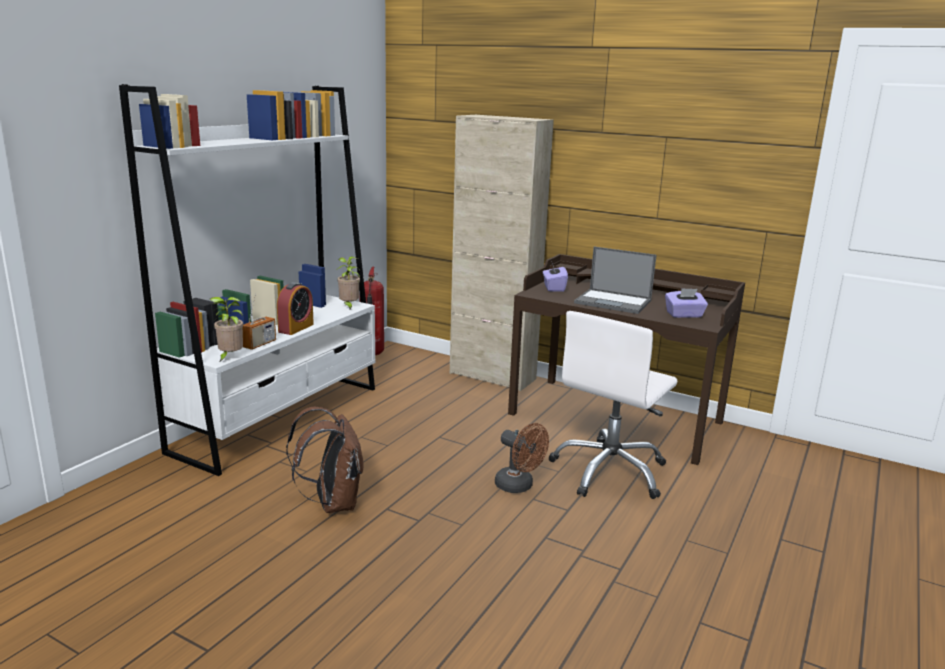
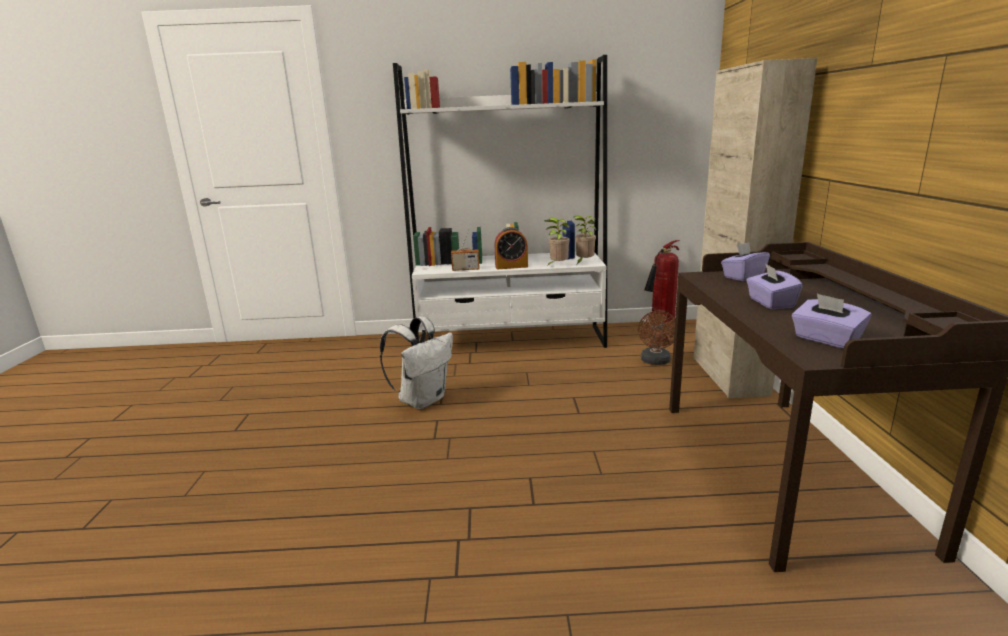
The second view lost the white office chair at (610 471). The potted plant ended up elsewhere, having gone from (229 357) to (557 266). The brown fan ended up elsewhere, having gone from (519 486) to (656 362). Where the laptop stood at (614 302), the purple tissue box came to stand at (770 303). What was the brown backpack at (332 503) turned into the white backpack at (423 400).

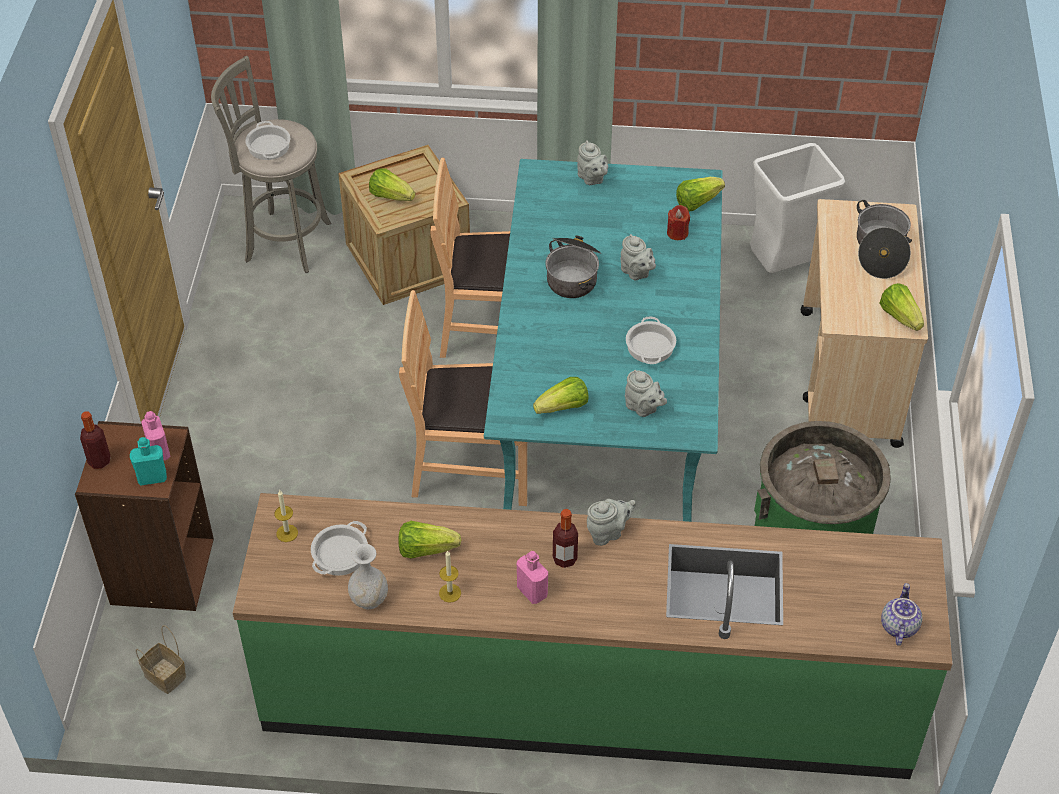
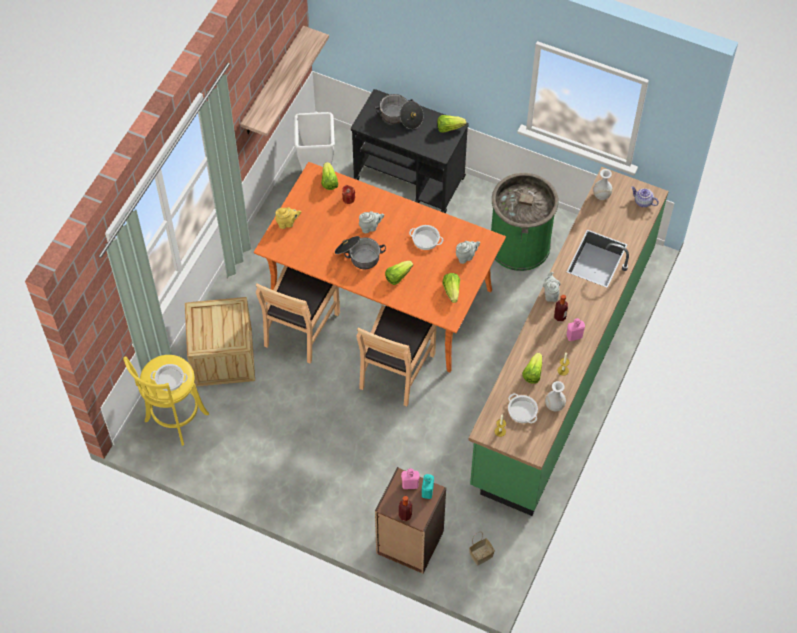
The second view gained the shelf at (273 83). The second view gained the white vase at (601 195). The lettuce ended up elsewhere, having gone from (391 196) to (398 276). What was the grey stool at (283 241) turned into the yellow stool at (174 420). What was the turquoise dining table at (604 404) turned into the orange dining table at (380 295). What was the grey teapot at (591 179) turned into the yellow teapot at (287 223). What was the beige cart at (849 378) turned into the black cart at (410 179).

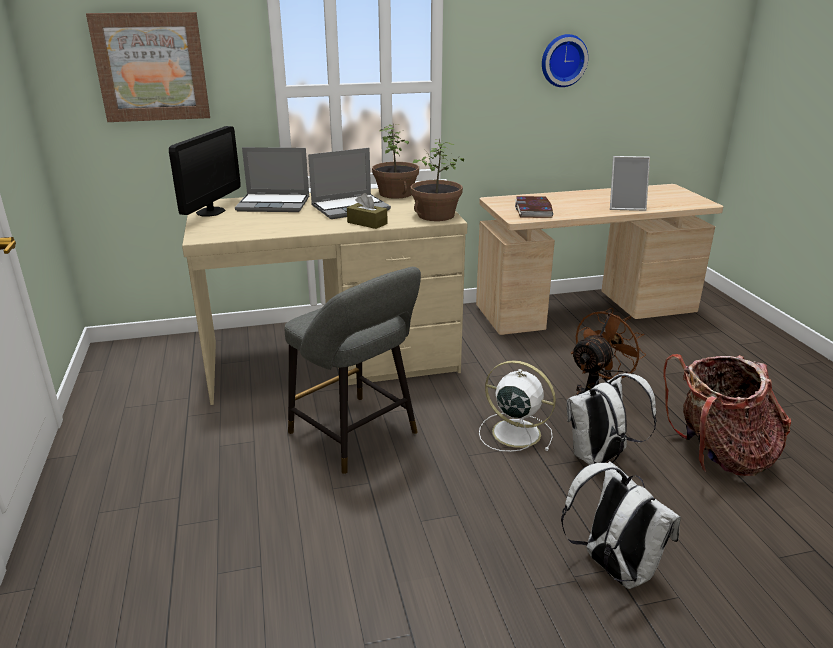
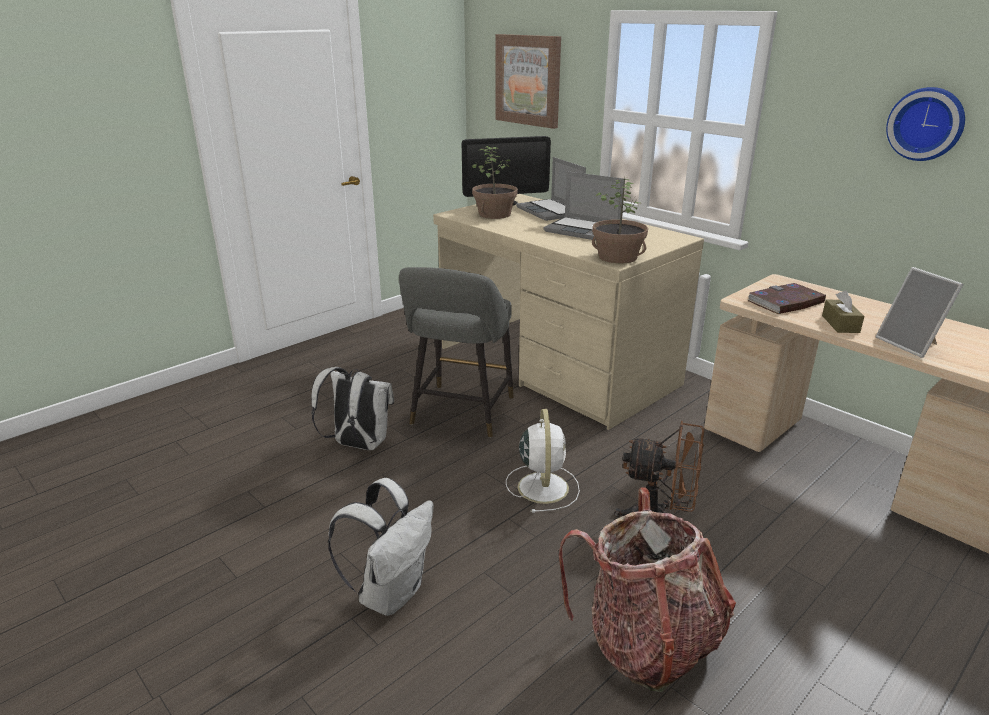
The brown tissue box ended up elsewhere, having gone from (367 223) to (840 324). The potted plant ended up elsewhere, having gone from (396 193) to (495 214). The white backpack ended up elsewhere, having gone from (599 458) to (358 445).

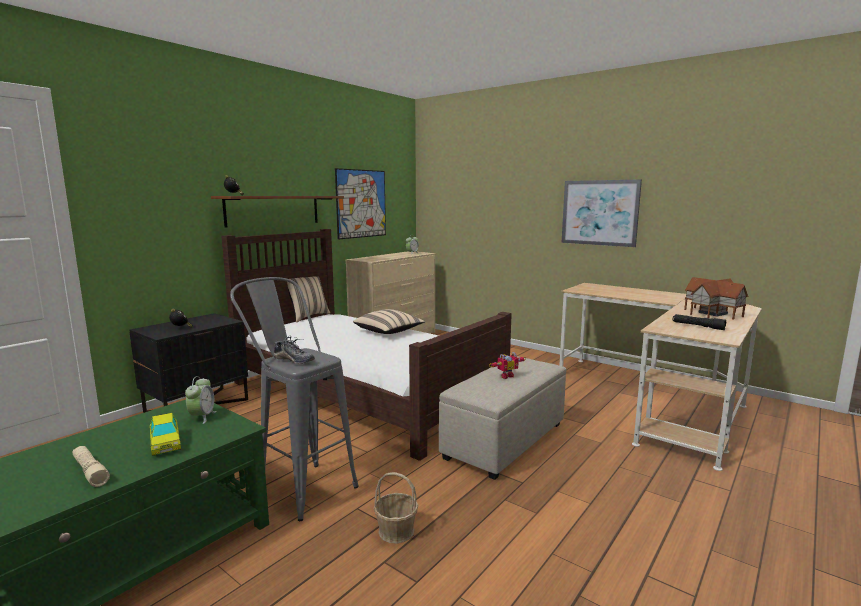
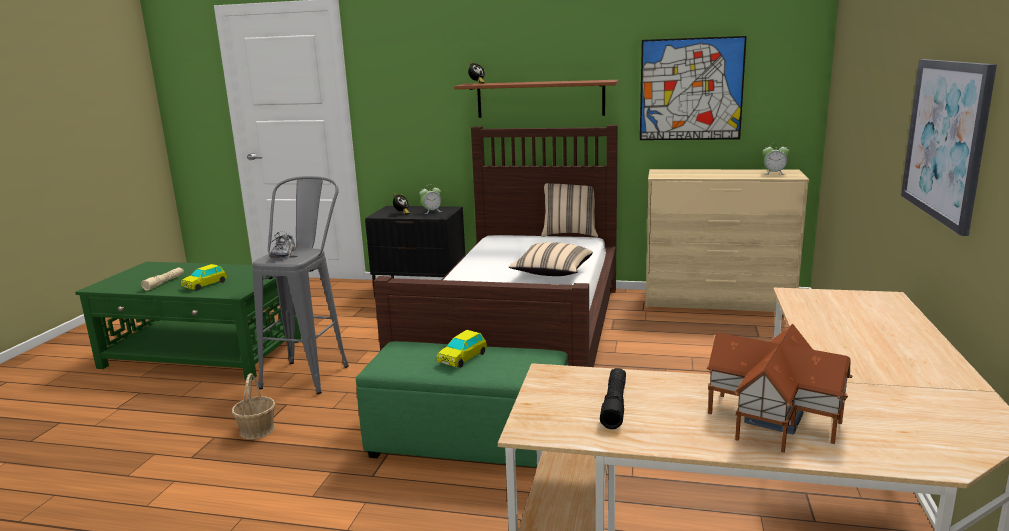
The alarm clock ended up elsewhere, having gone from (202 417) to (431 211). Where the toy robot stood at (505 376), the toy car came to stand at (462 358). What was the beige ottoman at (505 440) turned into the green ottoman at (470 444).

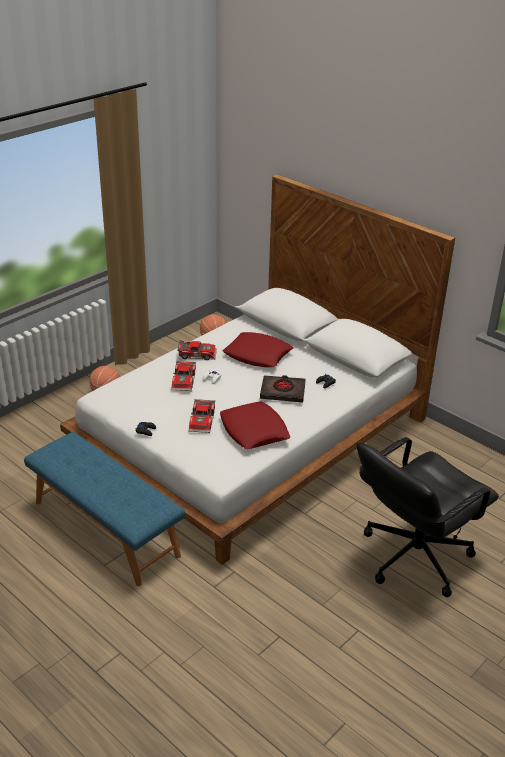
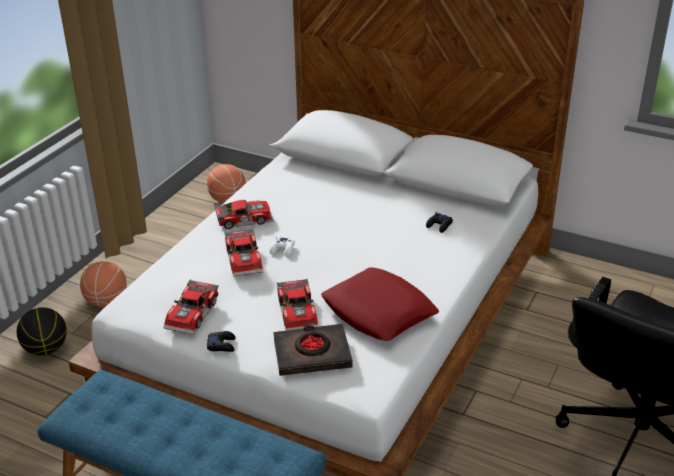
The second view lost the red pillow at (257 355). The second view gained the basketball at (46 349). The second view gained the toy car at (194 314). The black book ended up elsewhere, having gone from (283 392) to (312 354).

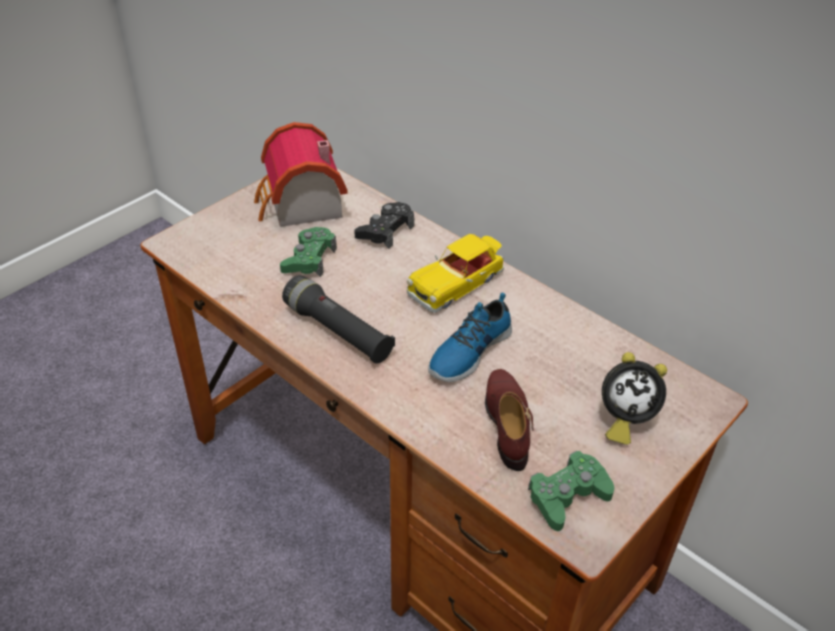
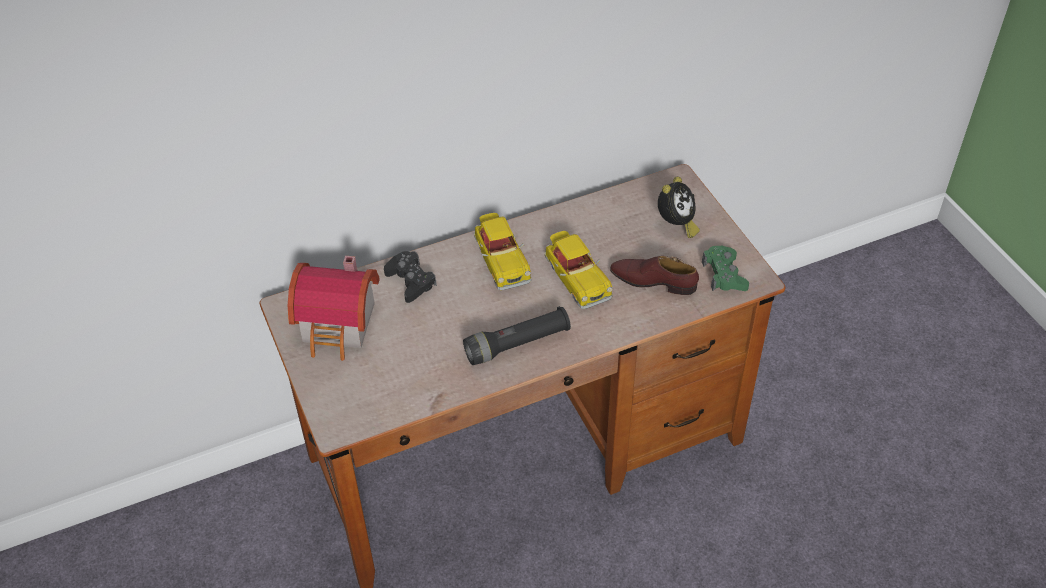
The second view lost the green game controller at (309 259). Where the shoe stood at (468 351), the toy car came to stand at (577 277).

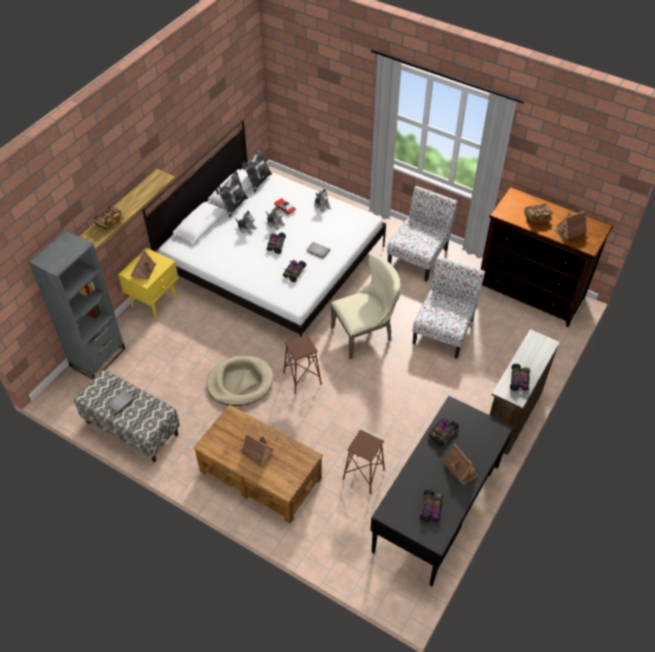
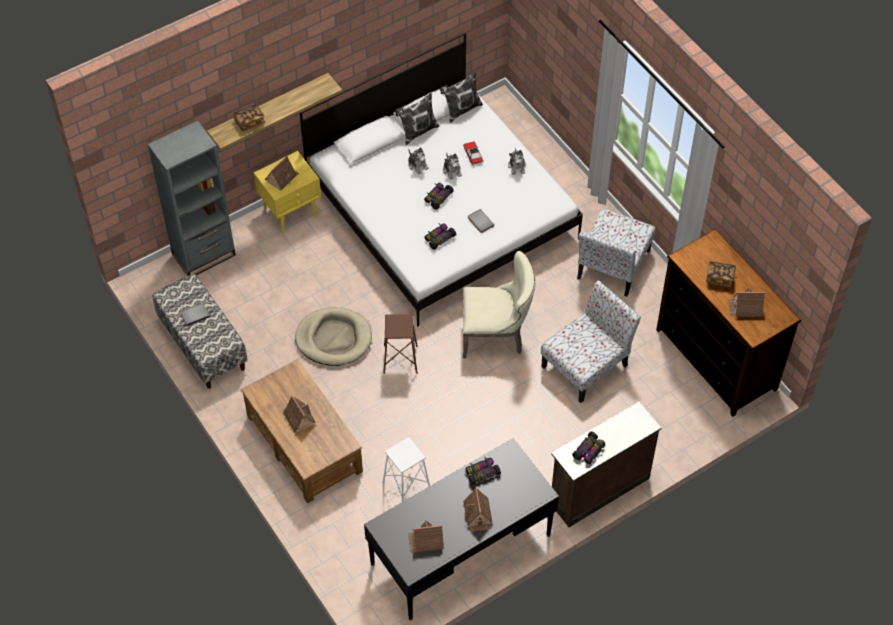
Where the toy car stood at (432 509), the toy house came to stand at (426 540). What was the brown stool at (363 474) turned into the white stool at (407 485). The chair at (418 256) ended up facing another way, 150 degrees clockwise from before.

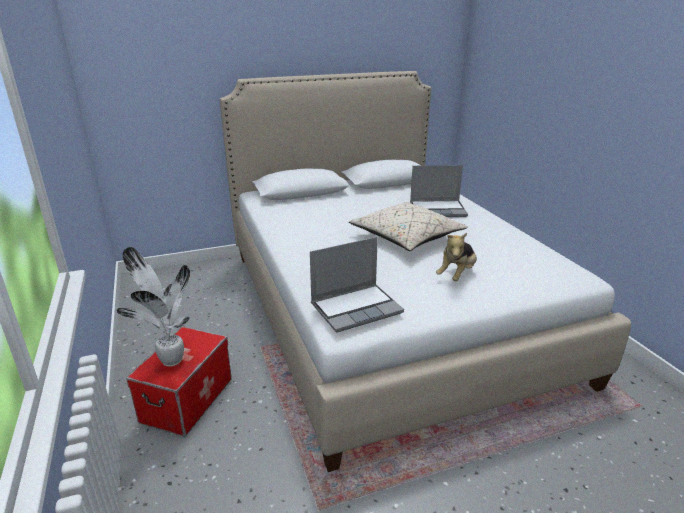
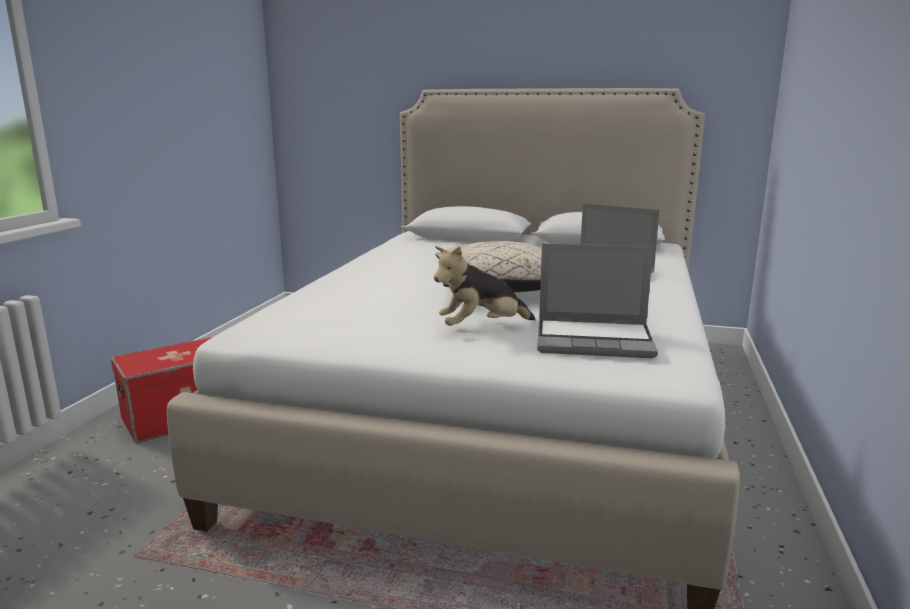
The second view lost the potted plant at (170 359). The laptop ended up elsewhere, having gone from (356 308) to (595 340).

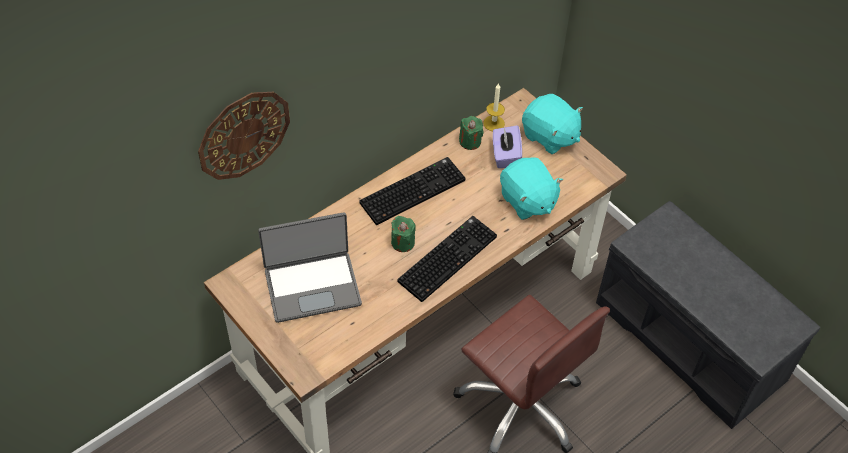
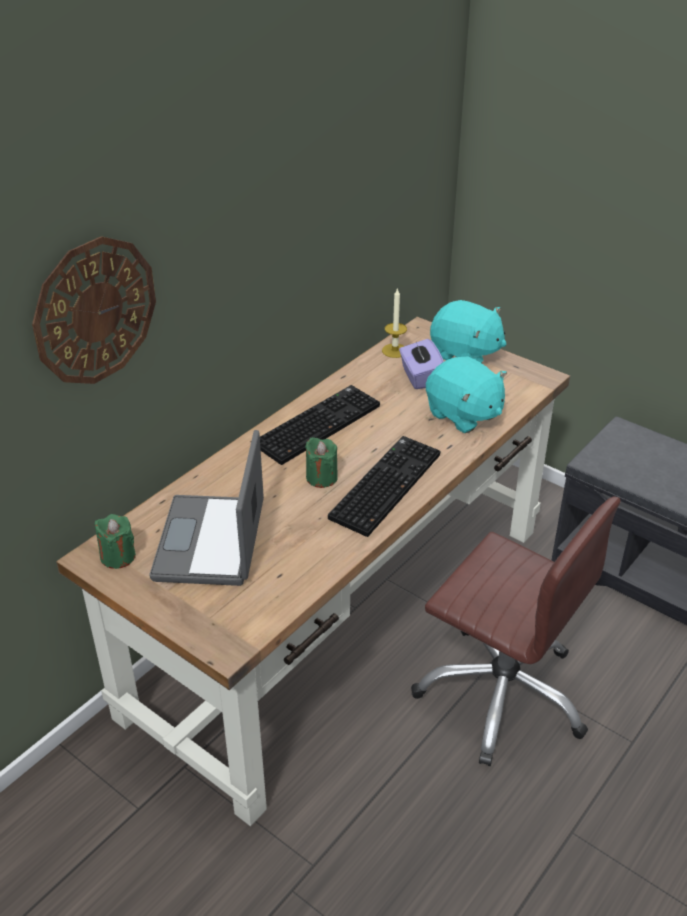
The green candle ended up elsewhere, having gone from (470 141) to (118 556). The laptop at (312 286) ended up facing another way, 120 degrees clockwise from before.

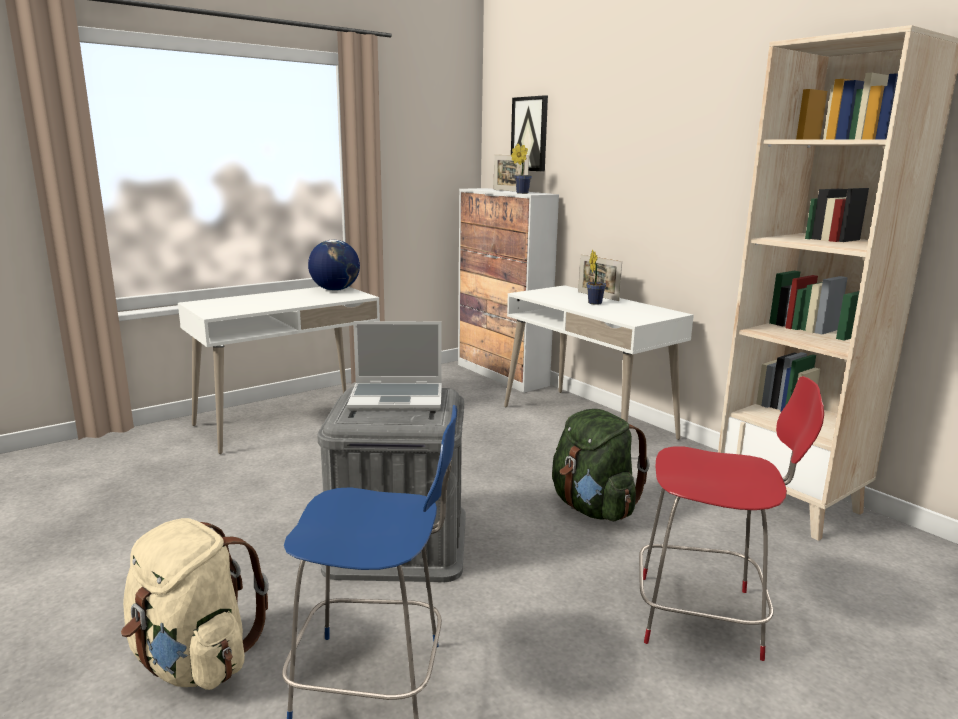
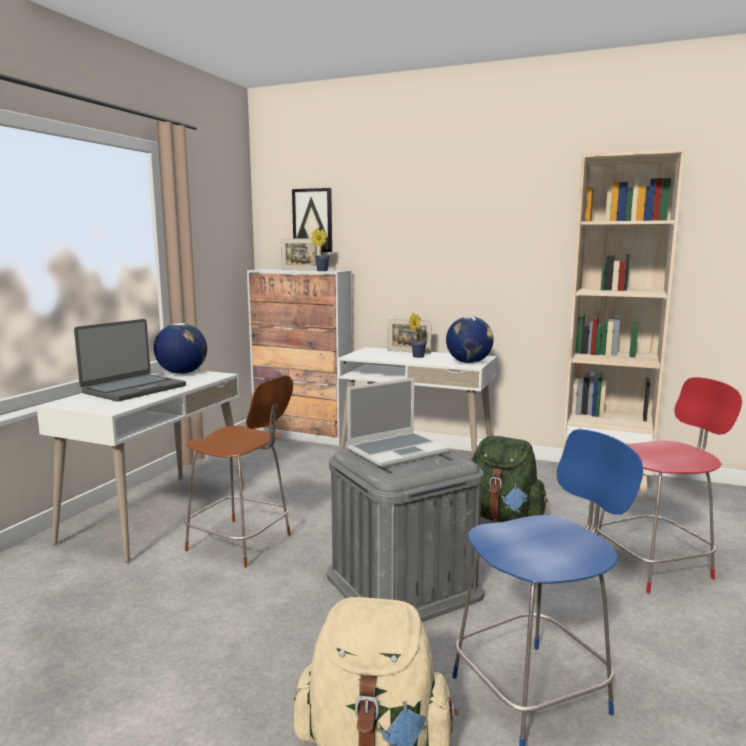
The second view gained the laptop at (134 389). The second view gained the brown chair at (242 543). The second view gained the globe at (469 362).

